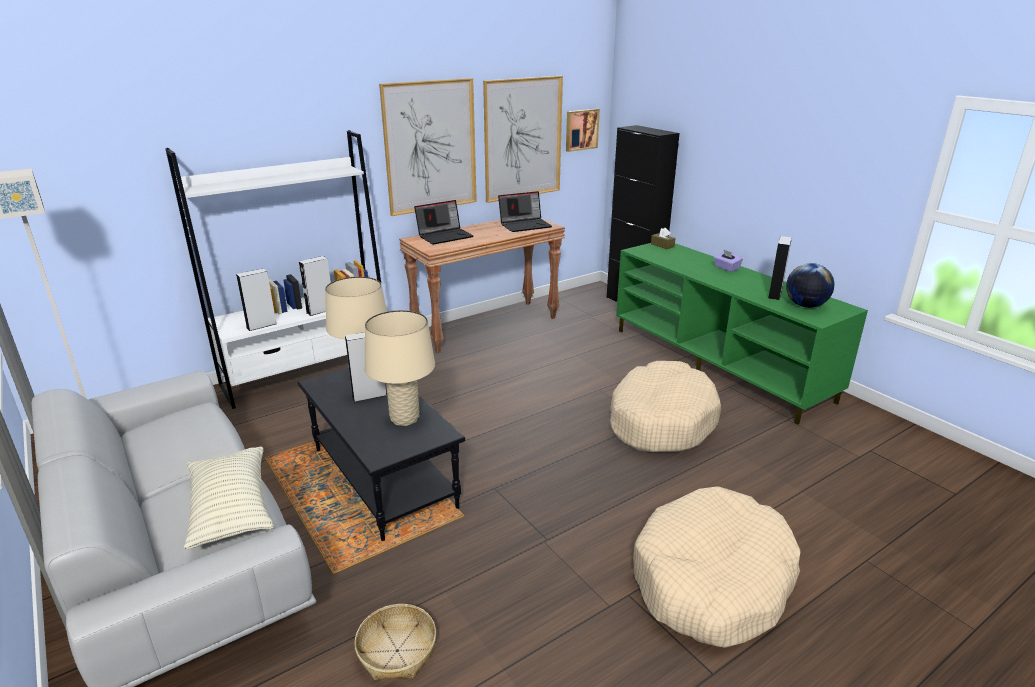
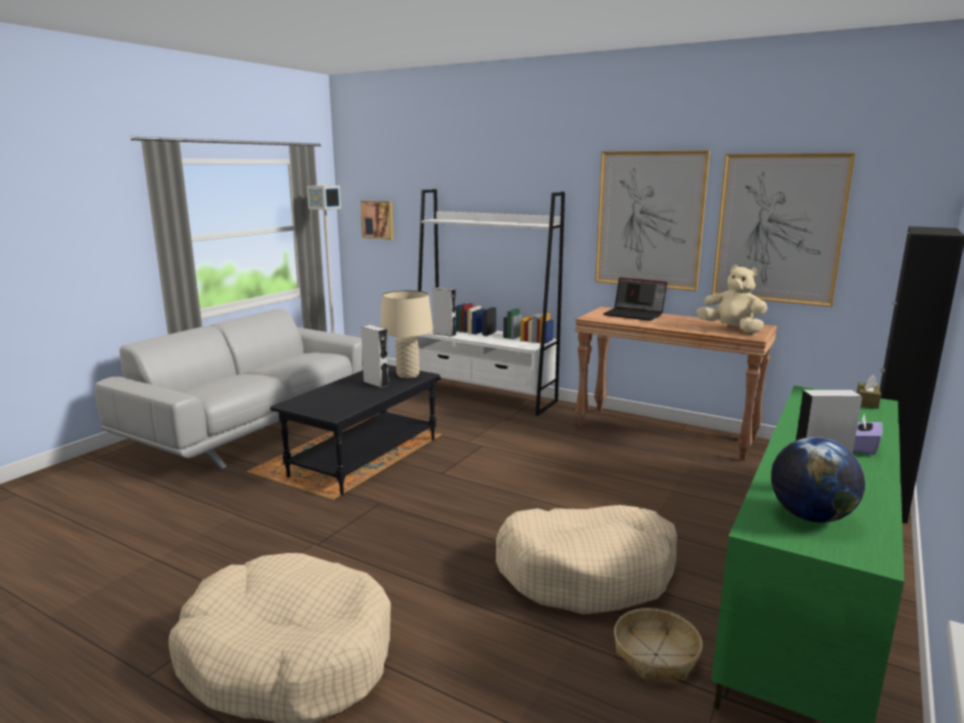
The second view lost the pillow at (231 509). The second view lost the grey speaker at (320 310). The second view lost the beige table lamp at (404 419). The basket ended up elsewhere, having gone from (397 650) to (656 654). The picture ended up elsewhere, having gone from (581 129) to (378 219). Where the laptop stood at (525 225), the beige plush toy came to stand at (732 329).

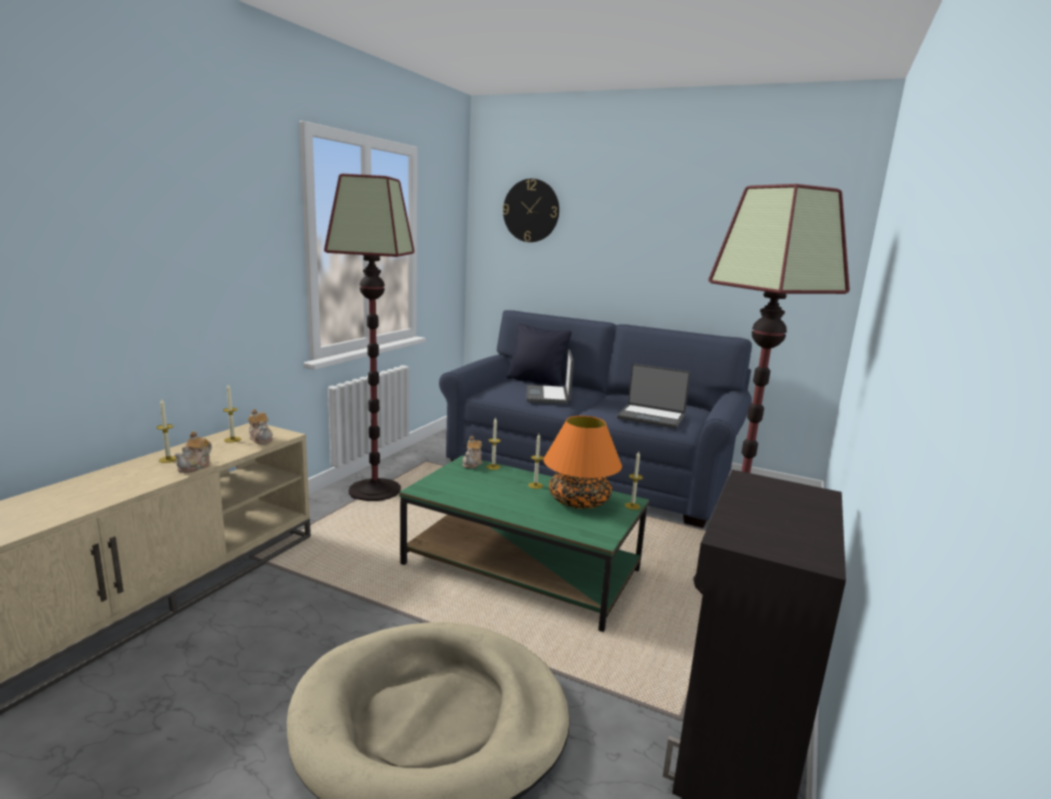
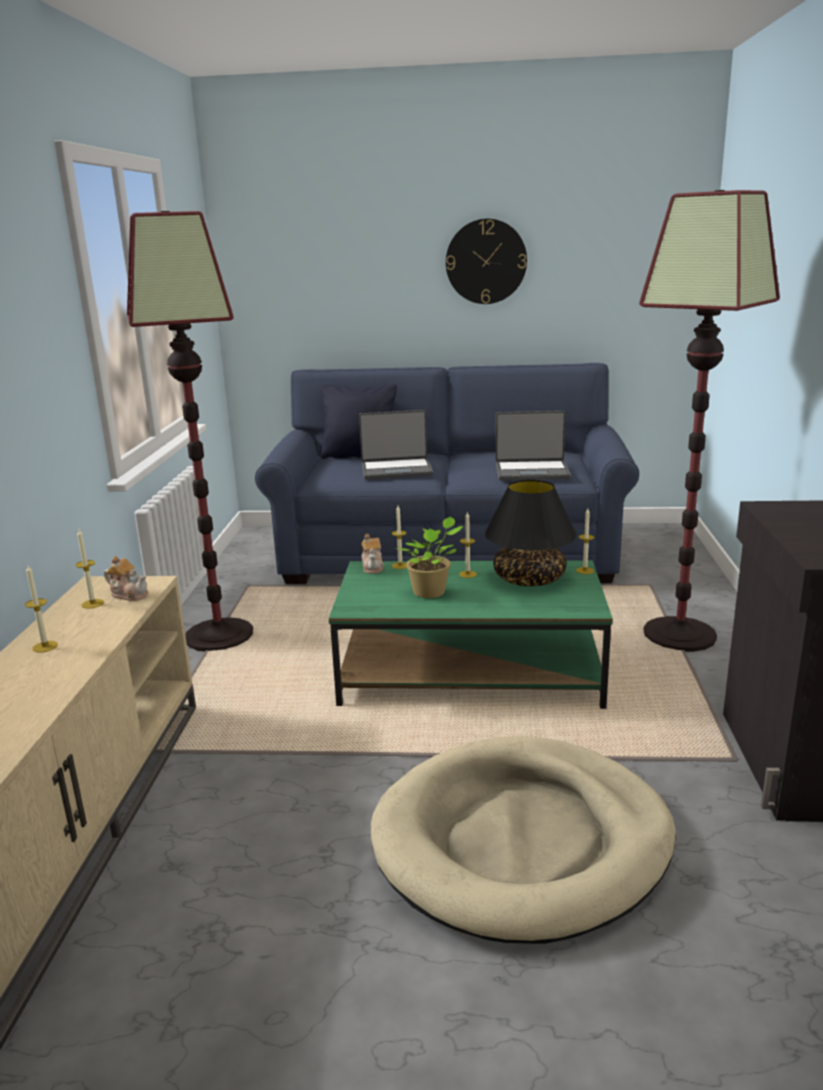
The second view lost the teapot at (195 466). The second view gained the potted plant at (431 592). The wall clock ended up elsewhere, having gone from (531 210) to (486 261). What was the orange table lamp at (579 501) turned into the black table lamp at (530 579). The laptop at (549 396) ended up facing another way, 75 degrees counterclockwise from before.

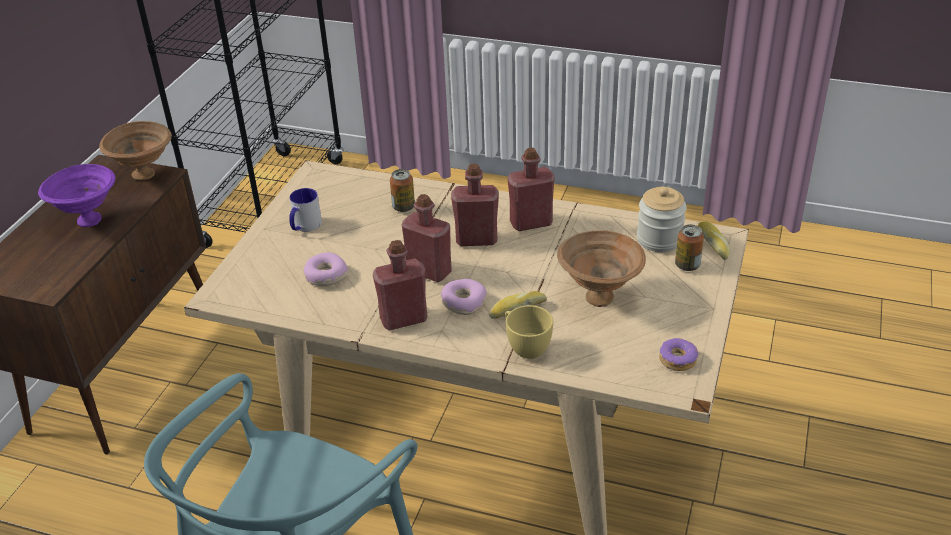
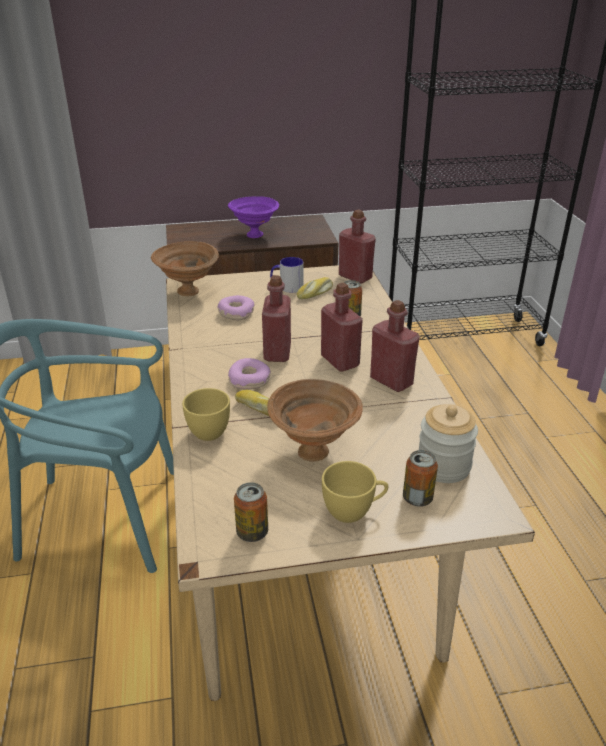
The second view gained the yellow cup at (354 511). The brown bowl ended up elsewhere, having gone from (145 174) to (189 292). The red bottle ended up elsewhere, having gone from (403 319) to (355 277). The bread ended up elsewhere, having gone from (714 245) to (315 293). Where the donut stood at (677 359), the can came to stand at (252 532).

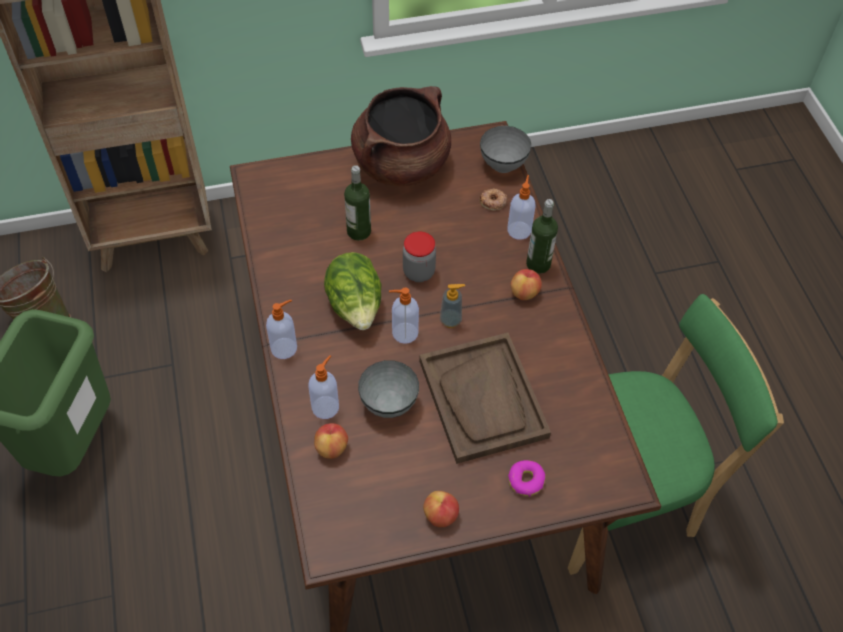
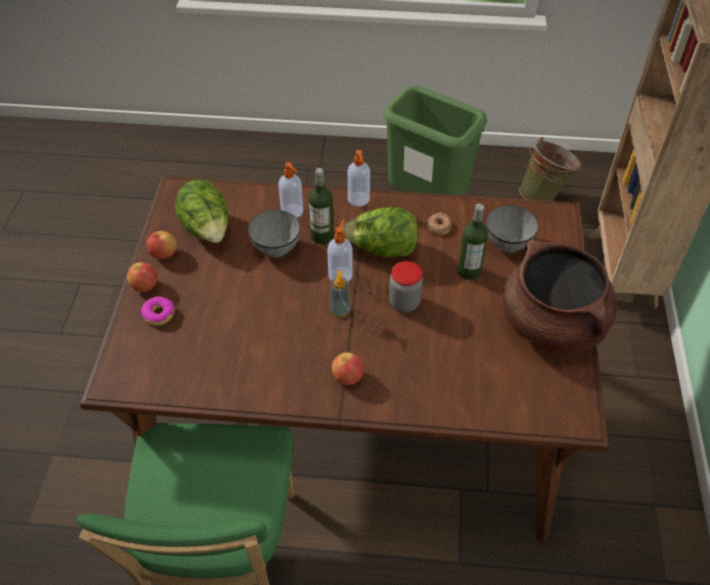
The second view lost the brown tray at (483 399). The second view lost the soap dispenser at (519 229). The second view gained the lettuce at (207 230). The apple ended up elsewhere, having gone from (331 448) to (145 286). The grey bowl ended up elsewhere, having gone from (503 164) to (507 243). The donut ended up elsewhere, having gone from (493 201) to (439 226). The bottle ended up elsewhere, having gone from (538 264) to (322 236).

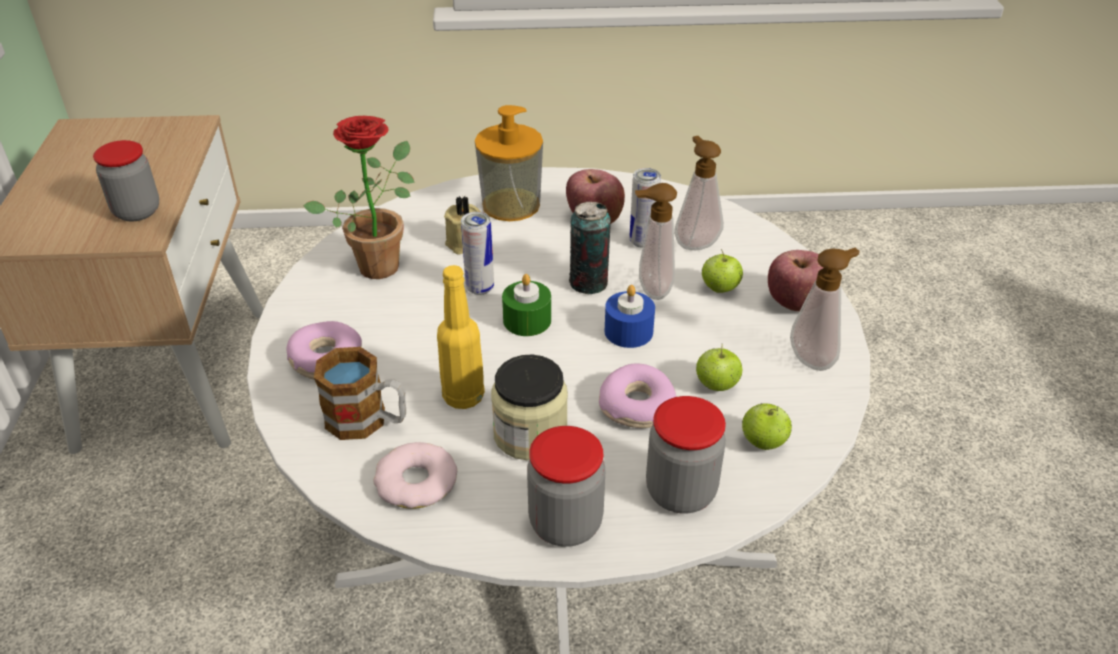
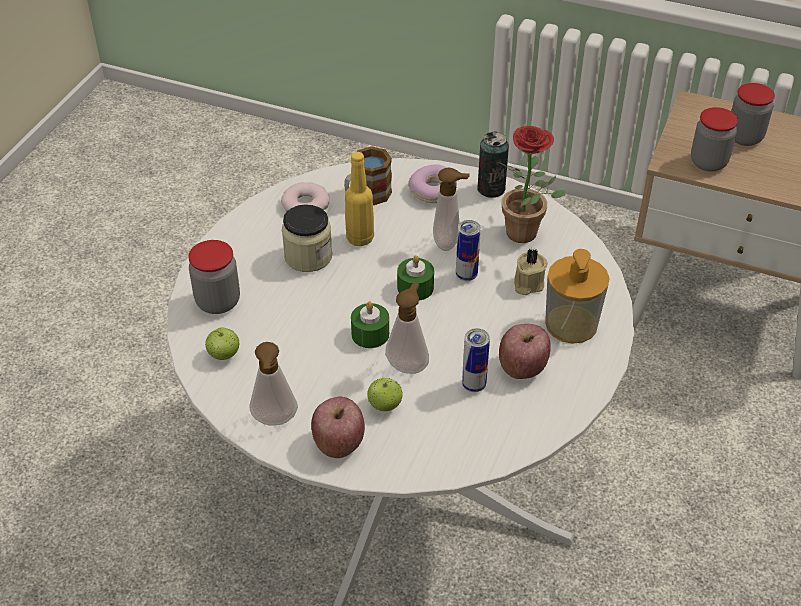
The second view lost the donut at (637 406). The second view lost the apple at (716 386). The jar ended up elsewhere, having gone from (565 523) to (744 137). The can ended up elsewhere, having gone from (588 283) to (491 189). The soap dispenser ended up elsewhere, having gone from (695 243) to (449 243). What was the blue candle at (628 331) turned into the green candle at (370 334).

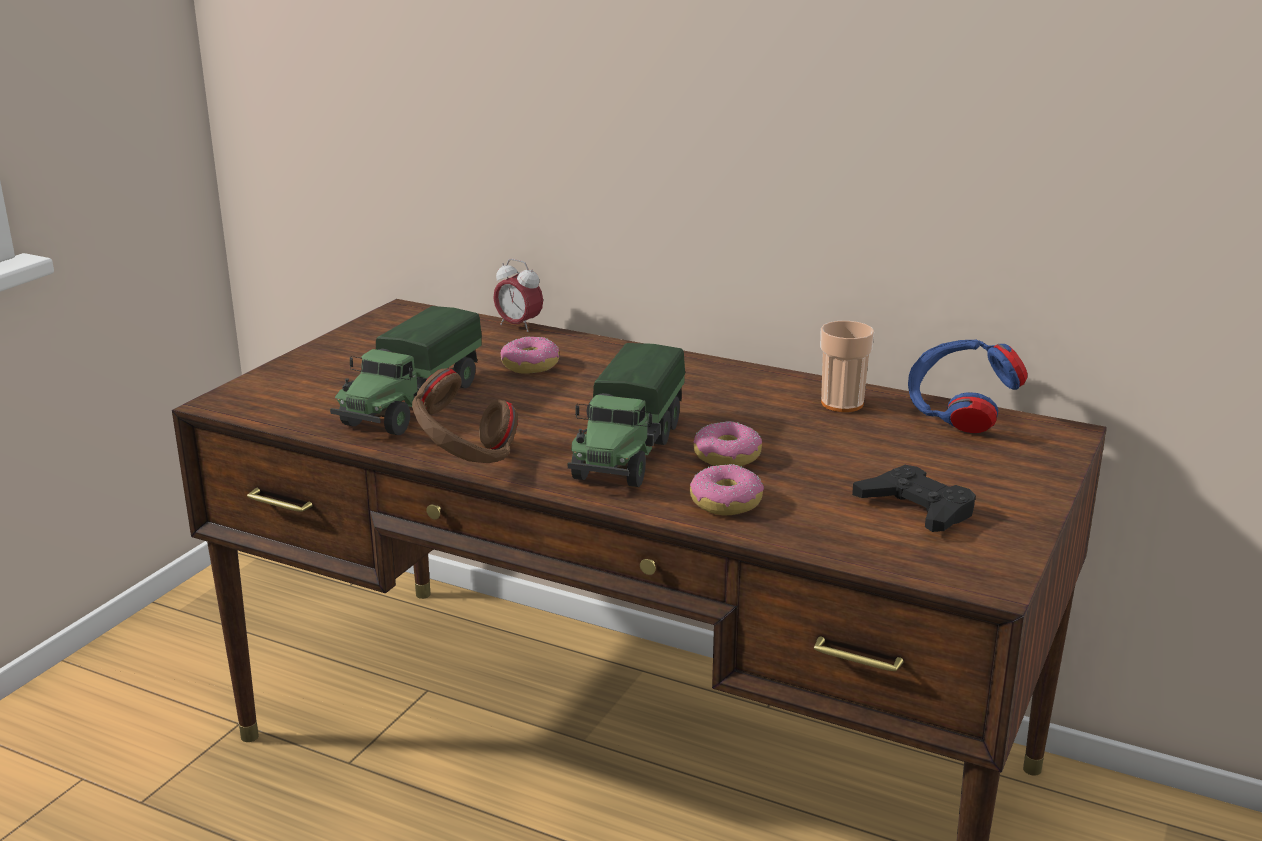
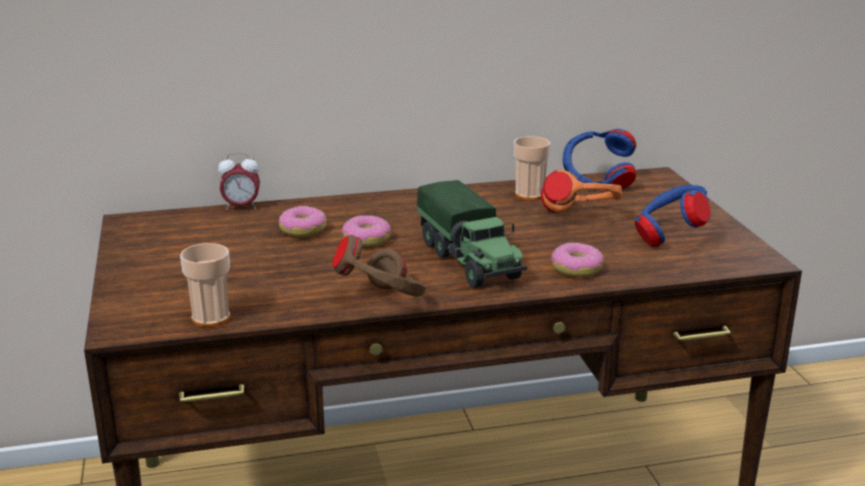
The second view lost the toy truck at (410 405). The second view gained the cup at (211 318). The second view gained the orange headphones at (580 218). The donut ended up elsewhere, having gone from (726 456) to (366 240). Where the black game controller stood at (916 509), the blue headphones came to stand at (668 237).

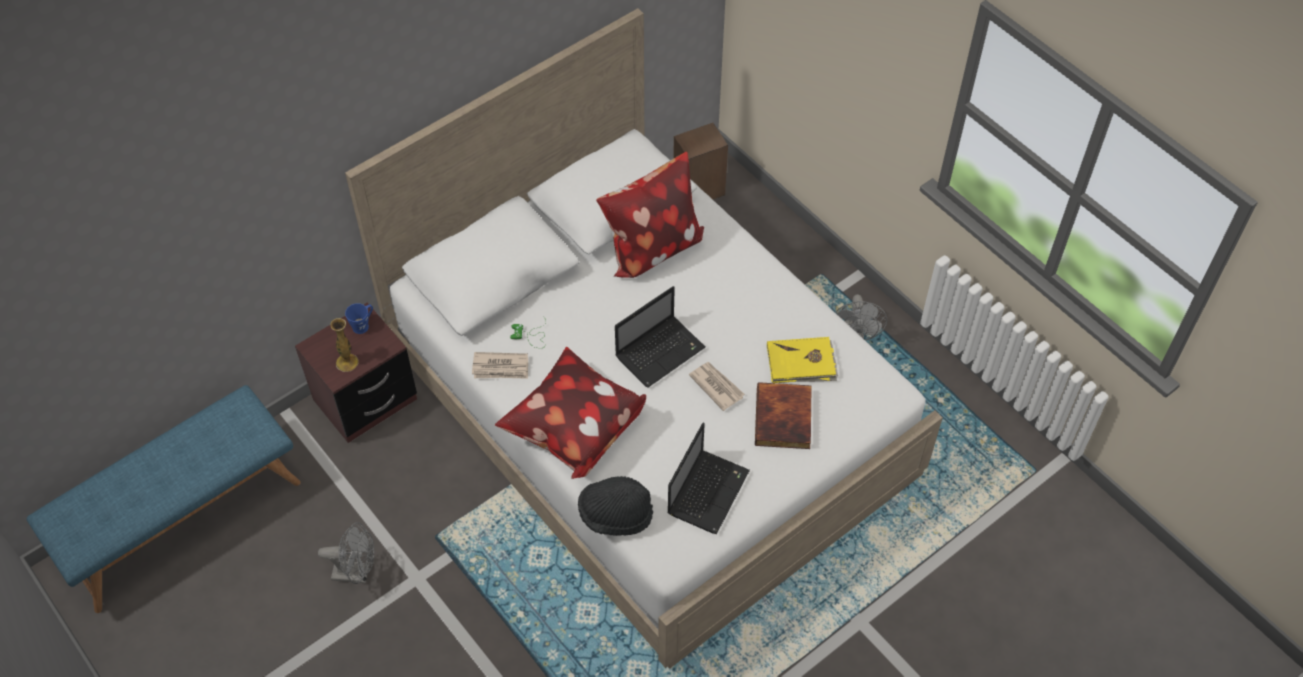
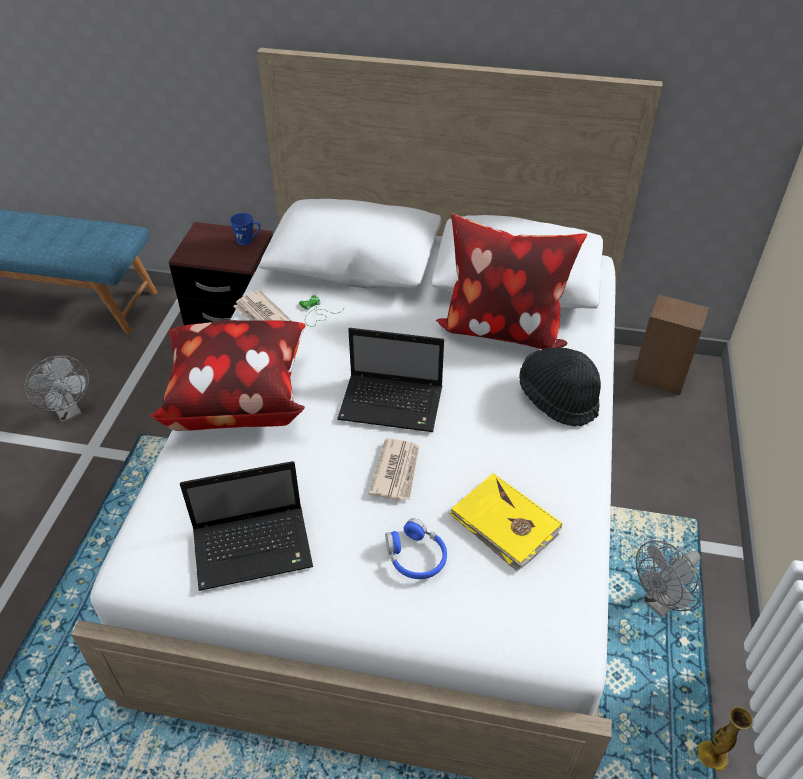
The vase ended up elsewhere, having gone from (347 362) to (711 755). The black hat ended up elsewhere, having gone from (615 515) to (557 399). Where the book stood at (784 419), the blue headphones came to stand at (416 556).

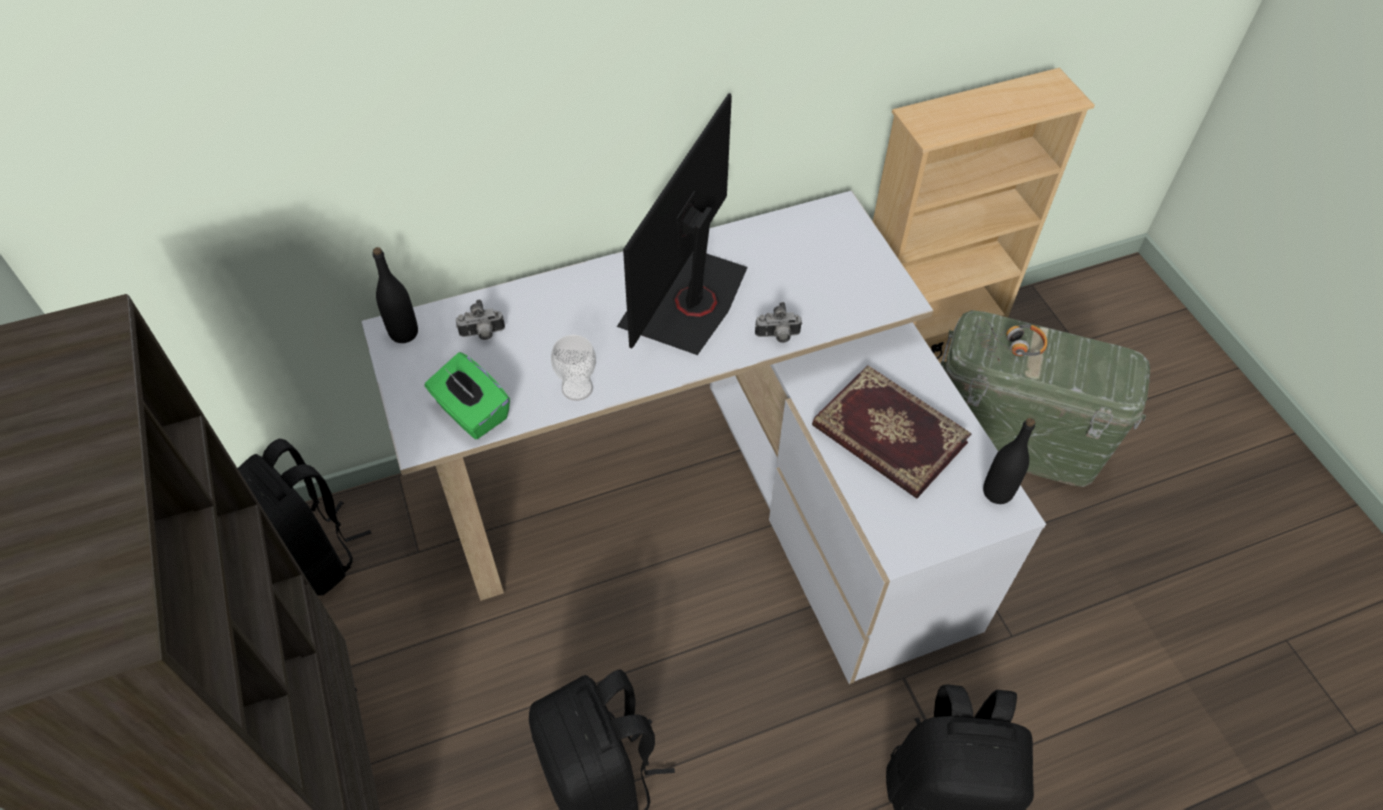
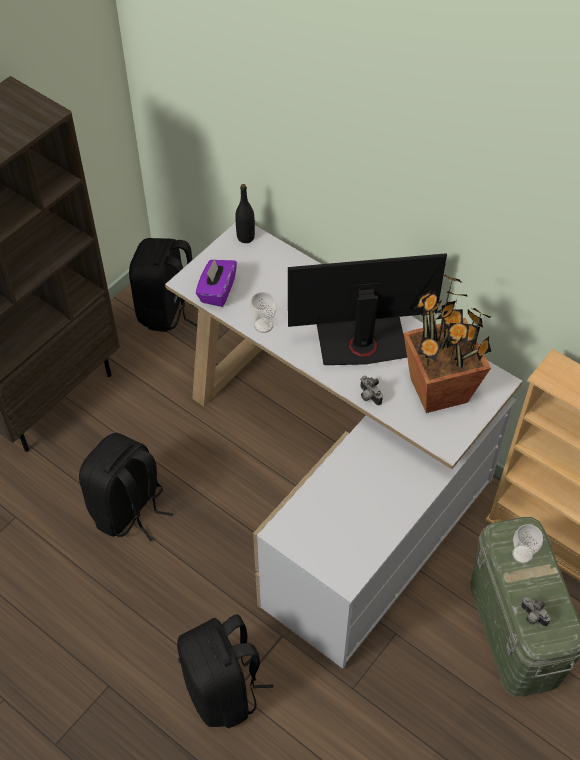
The second view lost the book at (888 436). The second view lost the black bottle at (997 492). The second view gained the potted plant at (439 391). The photo camera ended up elsewhere, having gone from (482 334) to (532 617). Where the headphones stood at (1010 345), the cup came to stand at (522 554). What was the green tissue box at (471 412) turned into the purple tissue box at (217 291).

